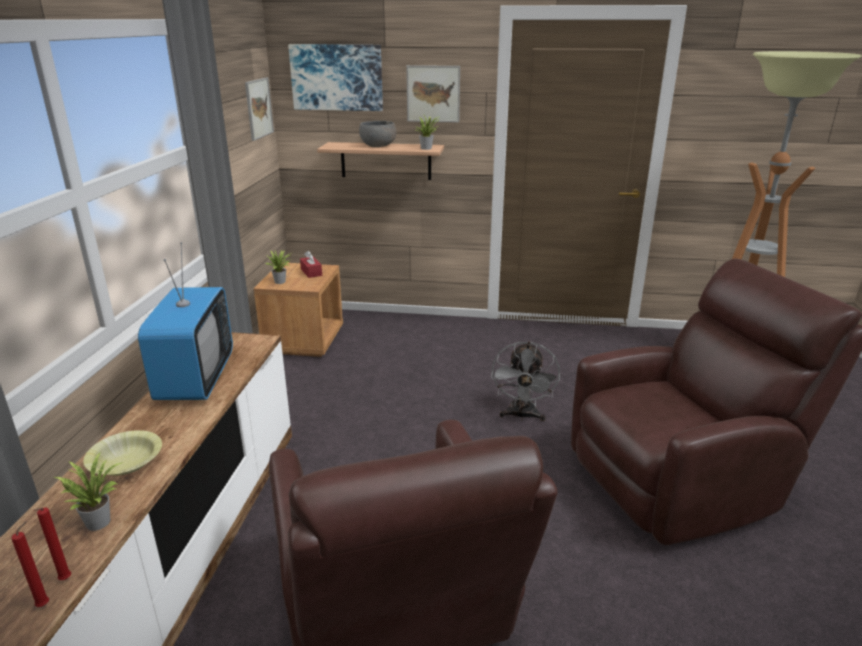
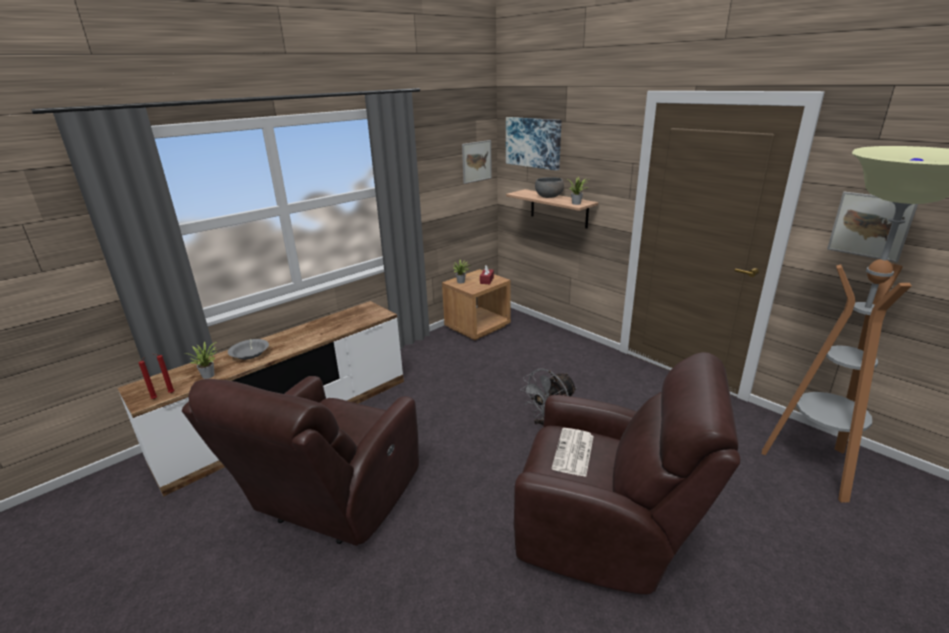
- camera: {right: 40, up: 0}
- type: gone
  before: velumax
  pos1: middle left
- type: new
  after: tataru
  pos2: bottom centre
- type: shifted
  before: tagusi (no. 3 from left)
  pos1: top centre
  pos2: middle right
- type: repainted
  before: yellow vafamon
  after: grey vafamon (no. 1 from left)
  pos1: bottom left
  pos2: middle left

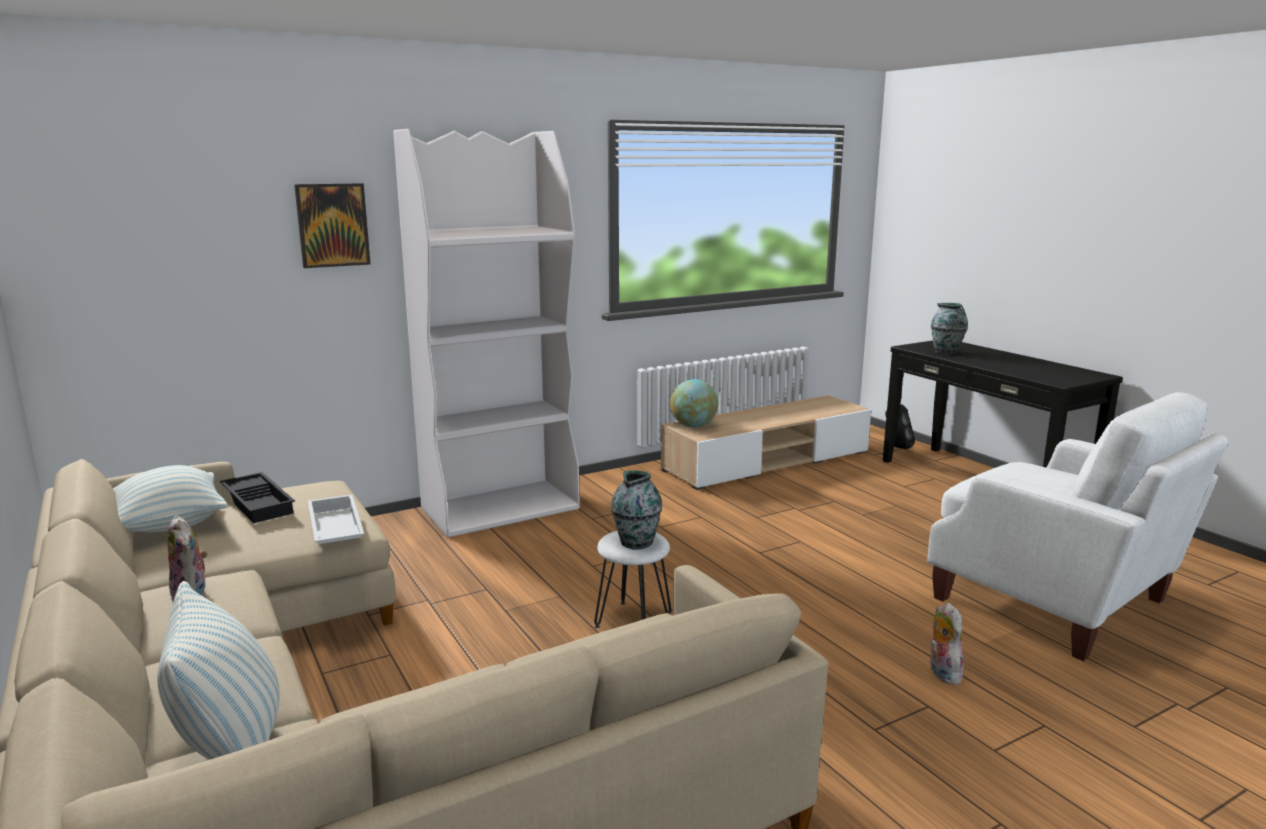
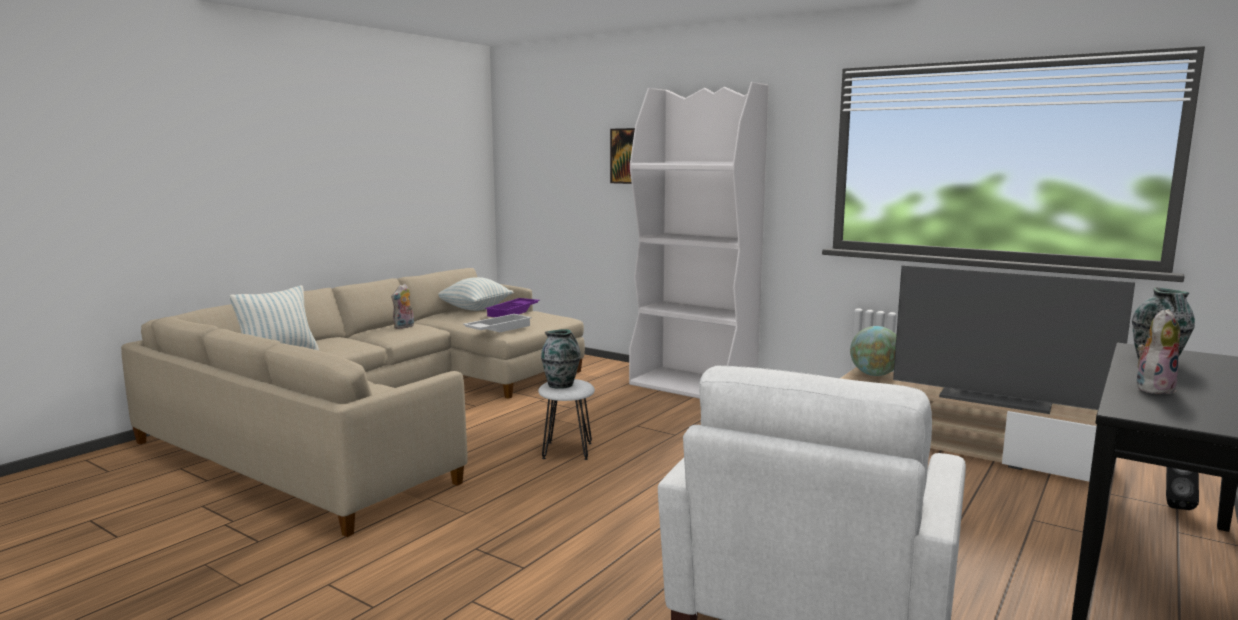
- camera: {right: 65, up: -5}
- type: new
  after: velumax
  pos2: middle right
- type: shifted
  before: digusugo (no. 2 from left)
  pos1: bottom right
  pos2: middle right
- type: repainted
  before: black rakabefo
  after: purple rakabefo
  pos1: middle left
  pos2: centre

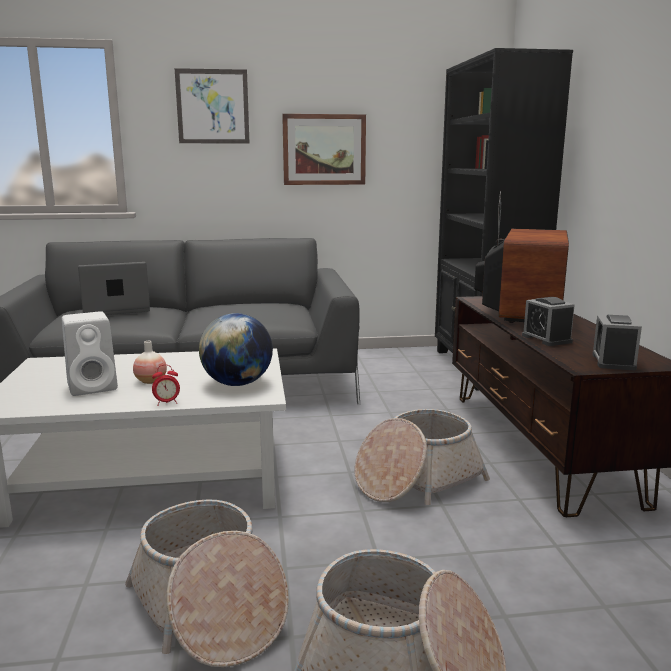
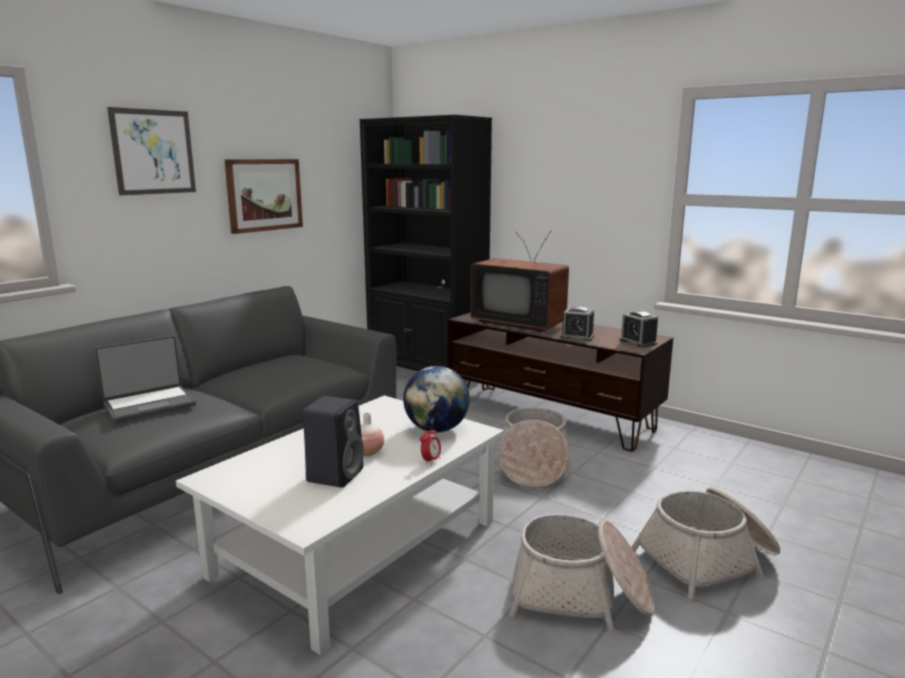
- camera: {right: -45, up: 0}
- type: repainted
  before: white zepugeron
  after: black zepugeron
  pos1: middle left
  pos2: centre
- type: rotated
  before: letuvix
  pos1: middle left
  pos2: middle left
  turn: -150
- type: rotated
  before: velumax
  pos1: middle right
  pos2: centre
  turn: 150

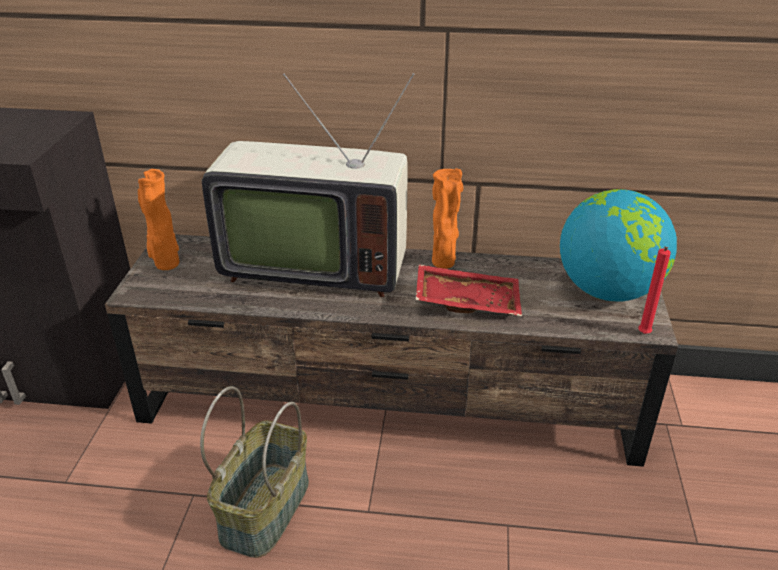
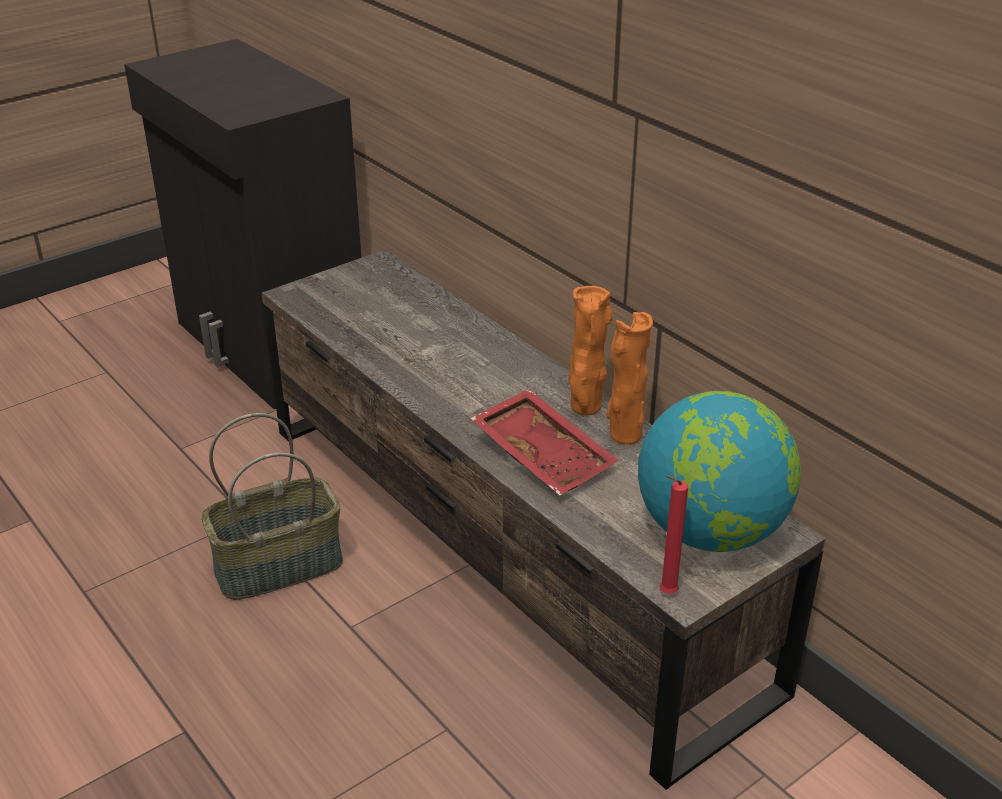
- camera: {right: 45, up: 0}
- type: gone
  before: velumax
  pos1: top centre
- type: shifted
  before: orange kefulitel (no. 1 from left in the first image)
  after: orange kefulitel (no. 2 from left)
  pos1: middle left
  pos2: centre

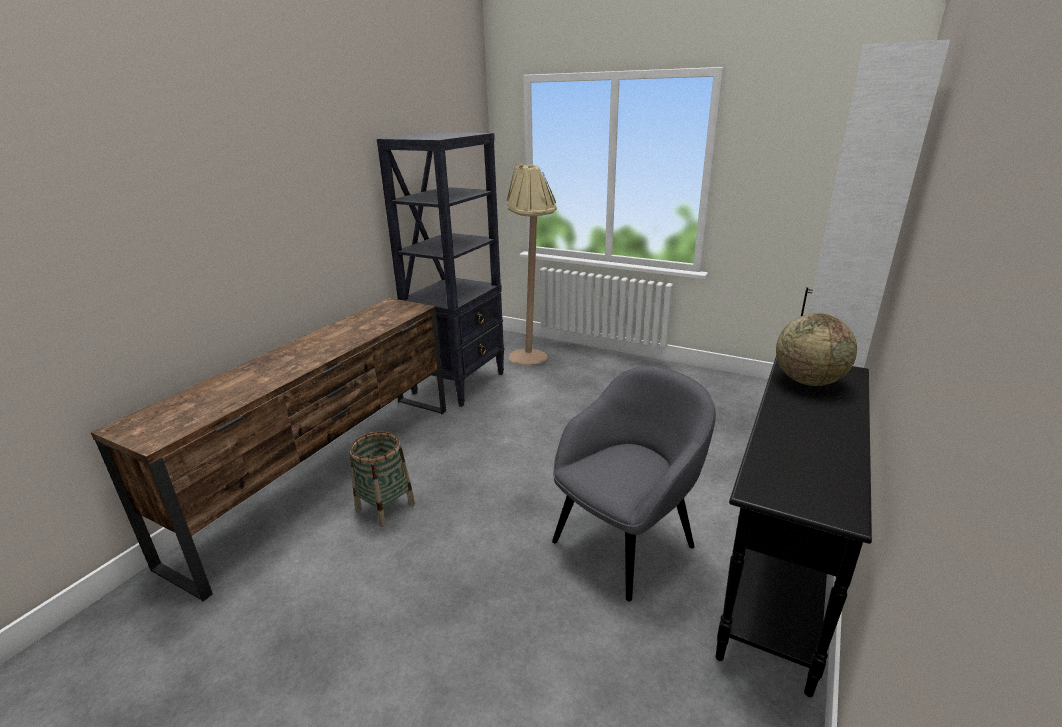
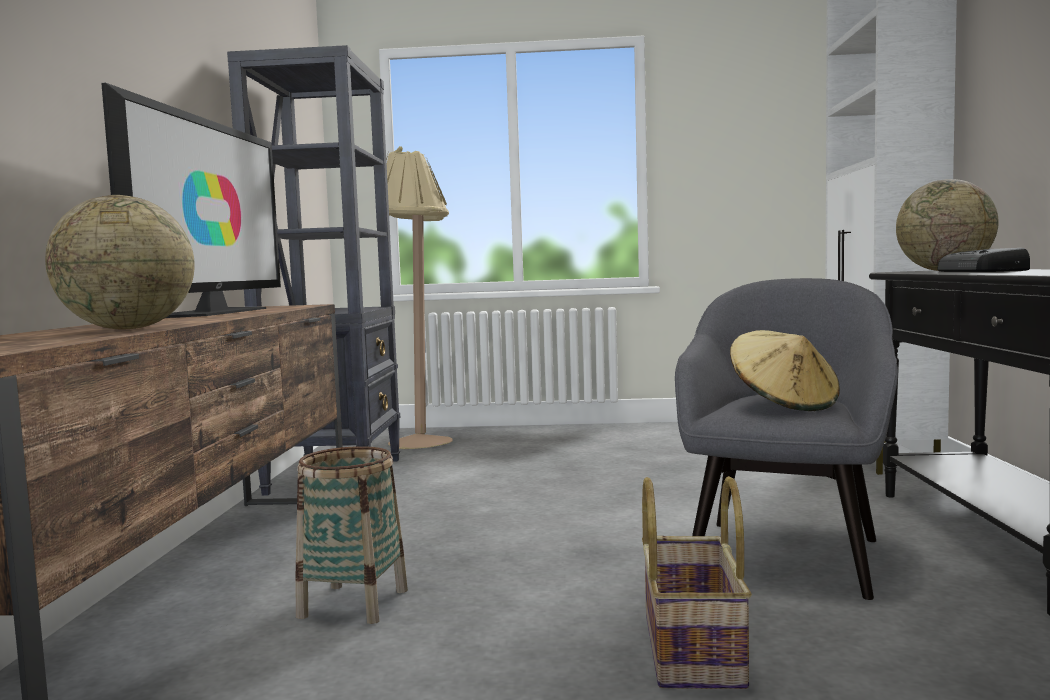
- camera: {right: -25, up: -20}
- type: new
  after: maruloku (no. 1 from left)
  pos2: middle left
- type: new
  after: velumax
  pos2: top left
- type: new
  after: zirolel (no. 2 from left)
  pos2: bottom centre
- type: new
  after: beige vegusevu
  pos2: middle right
- type: new
  after: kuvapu
  pos2: middle right

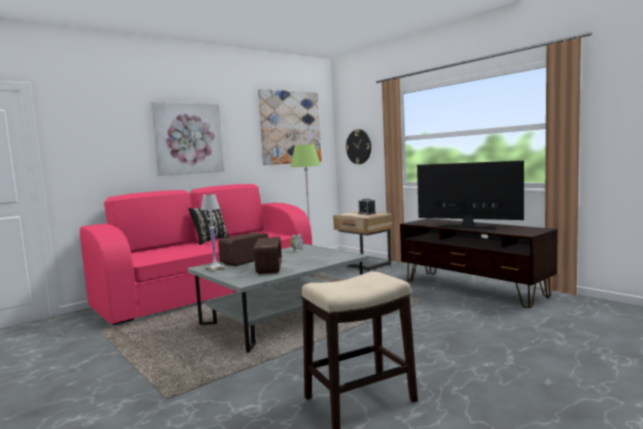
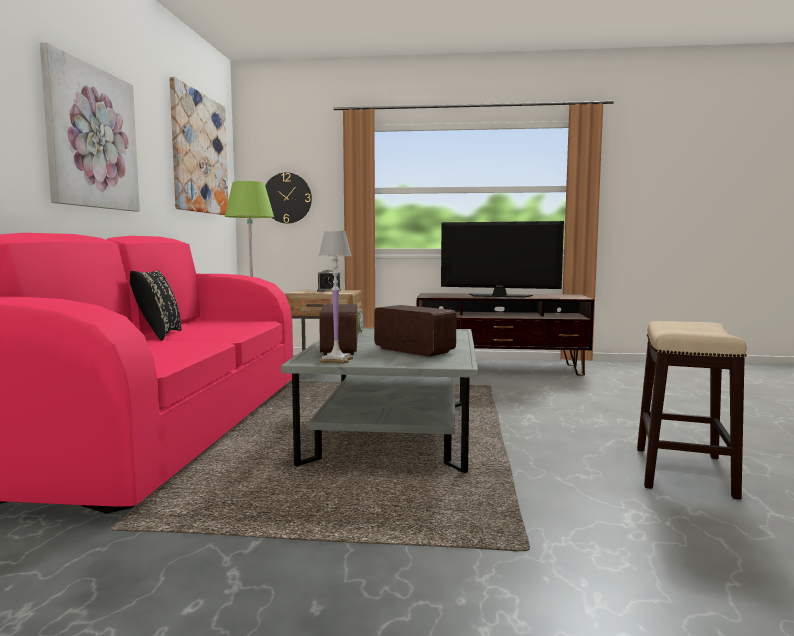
- camera: {right: -45, up: 0}
- type: rotated
  before: velumax
  pos1: middle right
  pos2: centre
  turn: -150

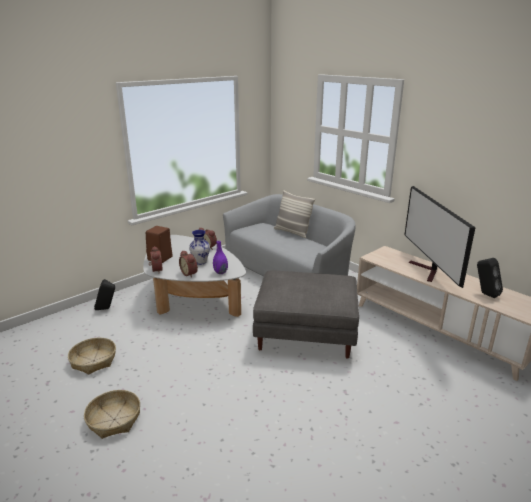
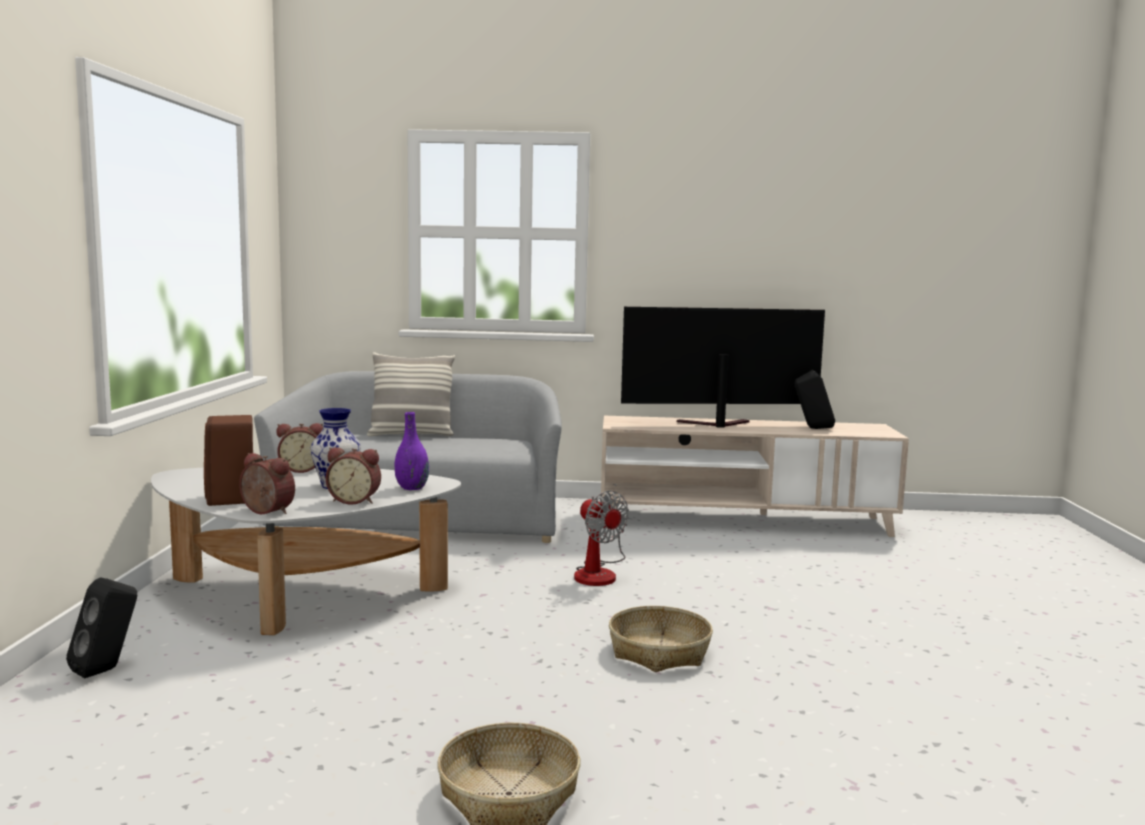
- camera: {right: -45, up: -15}
- type: shifted
  before: zirolel (no. 1 from left in the first image)
  after: zirolel (no. 2 from left)
  pos1: bottom left
  pos2: bottom centre
- type: swapped
  before: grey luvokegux
  after: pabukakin
  pos1: centre
  pos2: centre
- type: rotated
  before: velumax
  pos1: middle right
  pos2: centre
  turn: 135

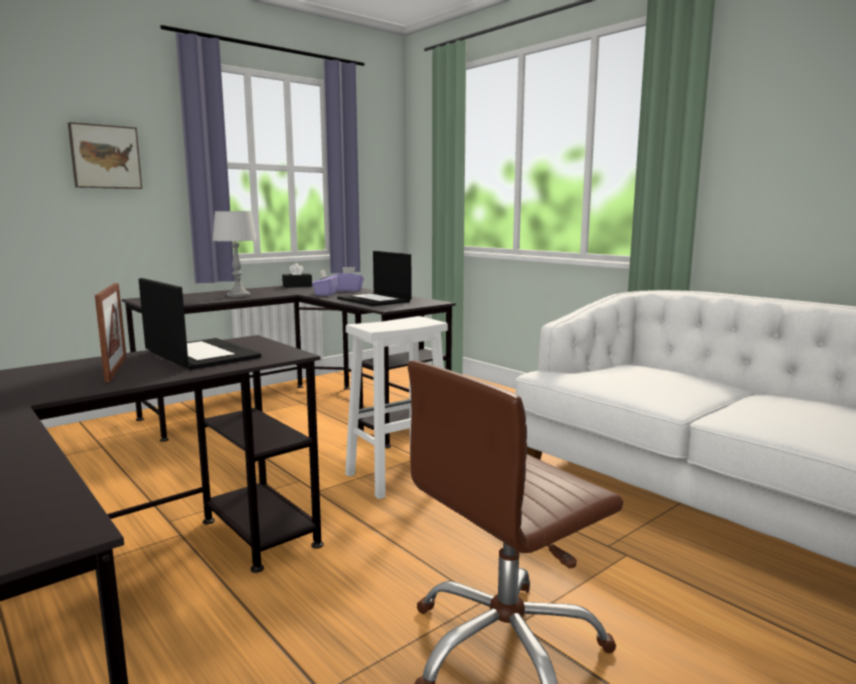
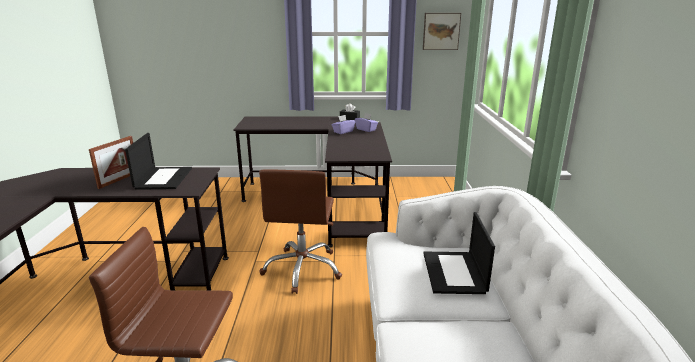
- camera: {right: 40, up: 10}
- type: gone
  before: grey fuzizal
  pos1: middle left
- type: shifted
  before: tagusi
  pos1: top left
  pos2: top centre
- type: shifted
  before: letuvix (no. 2 from left)
  pos1: centre
  pos2: bottom centre
- type: swapped
  before: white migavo
  after: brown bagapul (no. 2 from left)
  pos1: centre
  pos2: centre

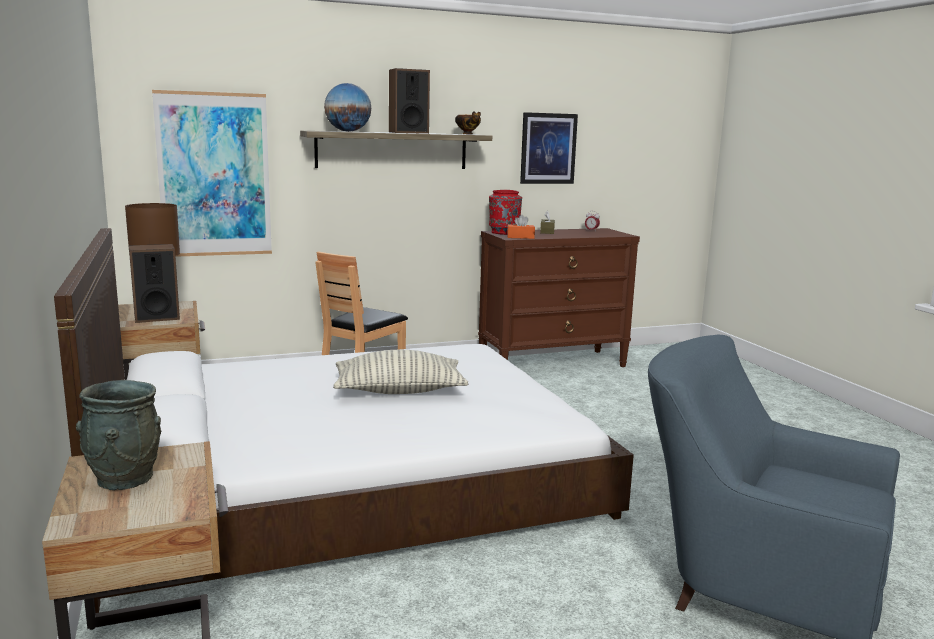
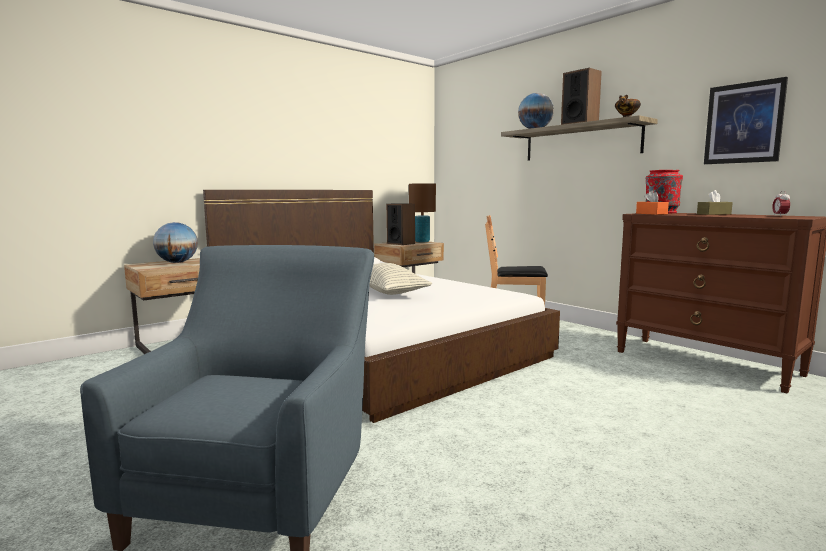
- camera: {right: 70, up: -5}
- type: gone
  before: tagusi (no. 1 from left)
  pos1: top left
- type: swapped
  before: grey kefulitel
  after: maruloku (no. 1 from left)
  pos1: bottom left
  pos2: middle left

